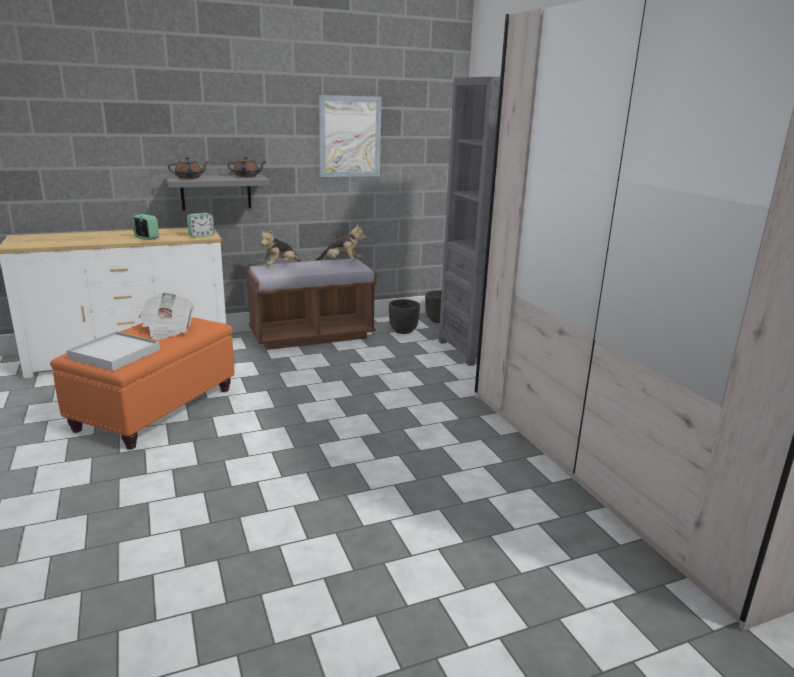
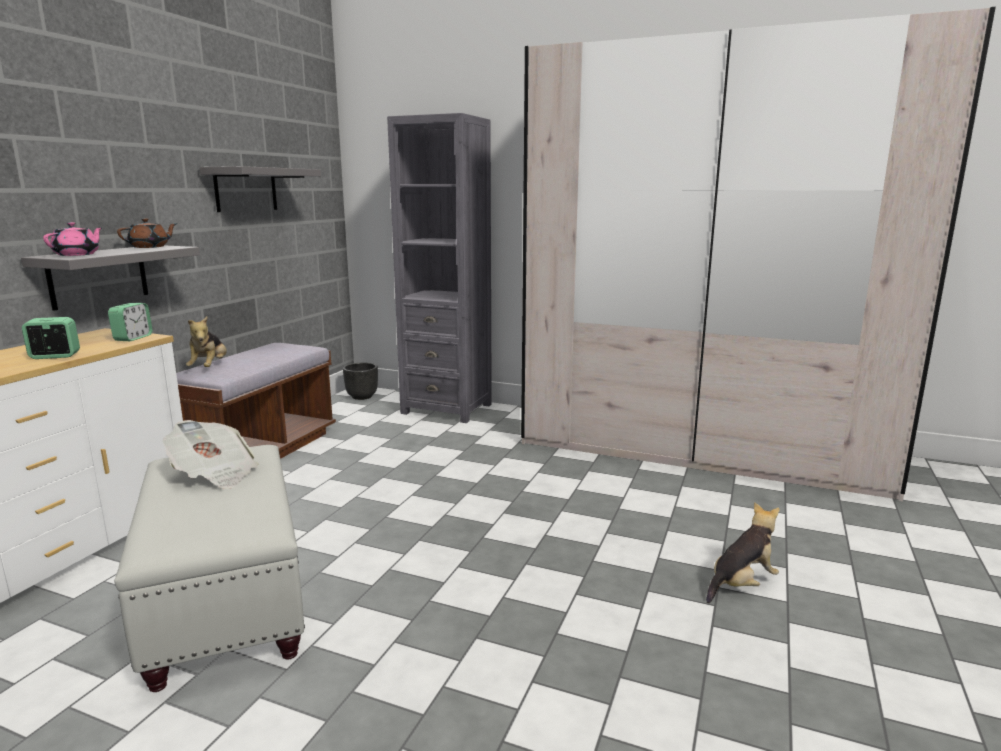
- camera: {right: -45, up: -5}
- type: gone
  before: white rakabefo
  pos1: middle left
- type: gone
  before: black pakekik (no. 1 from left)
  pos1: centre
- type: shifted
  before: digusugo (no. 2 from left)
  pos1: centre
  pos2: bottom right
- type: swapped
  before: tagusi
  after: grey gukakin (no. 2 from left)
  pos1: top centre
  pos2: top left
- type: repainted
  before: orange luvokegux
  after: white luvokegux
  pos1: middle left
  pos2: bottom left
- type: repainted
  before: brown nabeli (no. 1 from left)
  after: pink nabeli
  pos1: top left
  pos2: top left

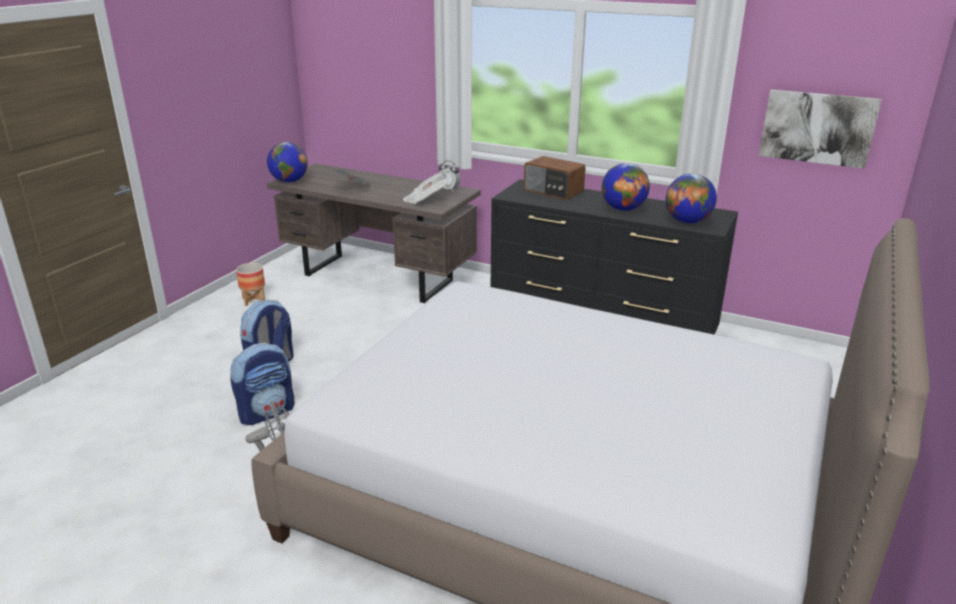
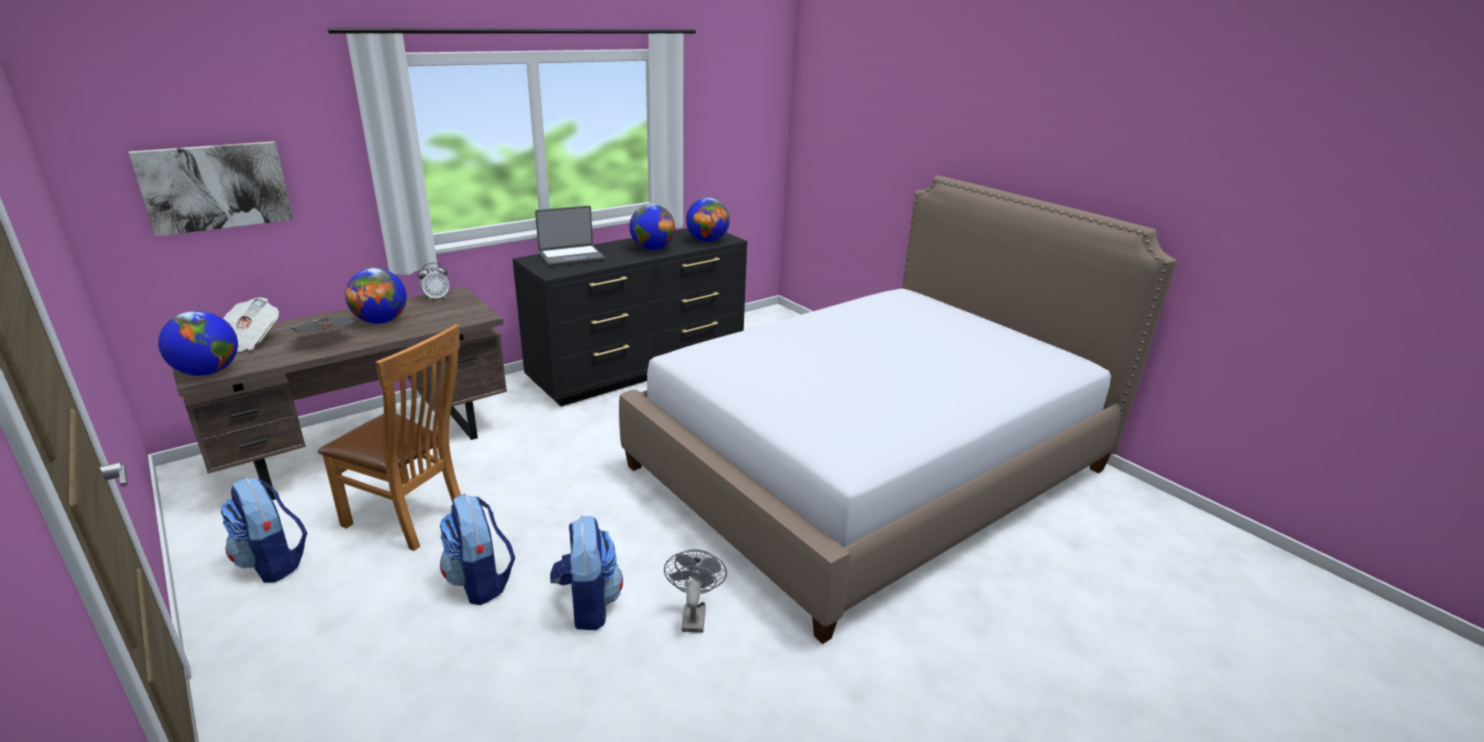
- camera: {right: -65, up: 0}
- type: new
  after: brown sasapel
  pos2: middle left
- type: new
  after: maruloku (no. 2 from left)
  pos2: middle left
- type: shifted
  before: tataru (no. 2 from left in the first image)
  after: tataru (no. 1 from left)
  pos1: top centre
  pos2: middle left
- type: shifted
  before: tagusi
  pos1: top right
  pos2: top left
- type: swapped
  before: pakekik
  after: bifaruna (no. 1 from left)
  pos1: middle left
  pos2: bottom left
- type: swapped
  before: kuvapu
  after: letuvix
  pos1: top centre
  pos2: top centre

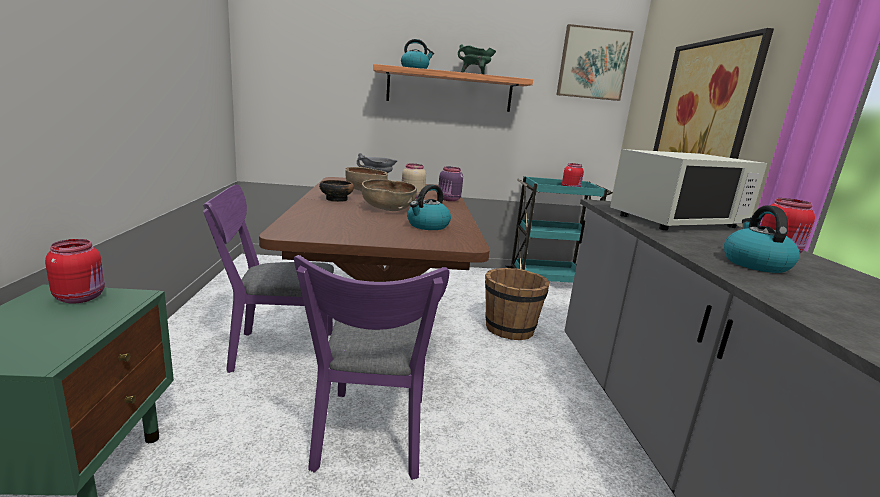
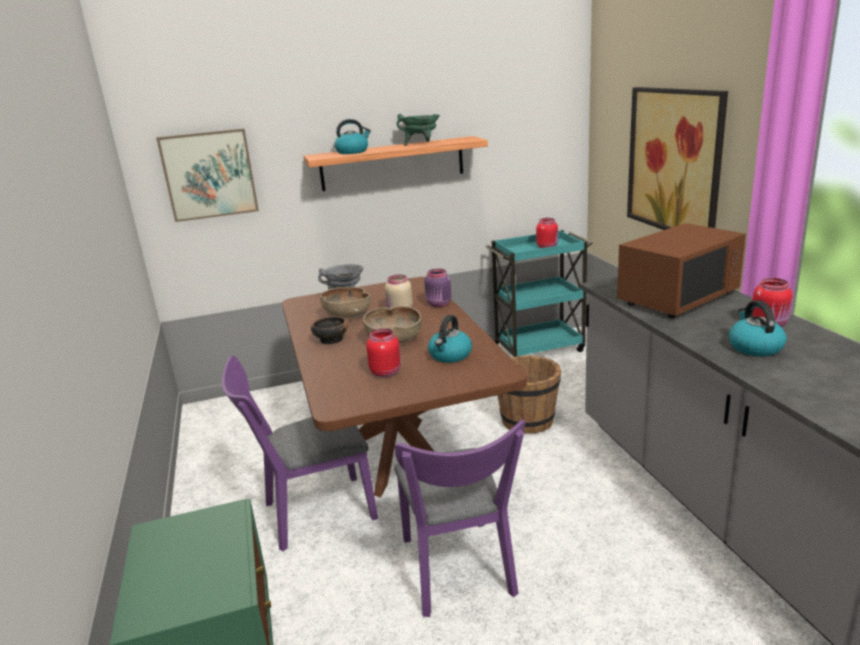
- camera: {right: -10, up: 5}
- type: shifted
  before: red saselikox (no. 1 from left)
  pos1: middle left
  pos2: centre
- type: shifted
  before: tagusi (no. 1 from left)
  pos1: top right
  pos2: top left
- type: repainted
  before: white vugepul
  after: brown vugepul
  pos1: middle right
  pos2: middle right

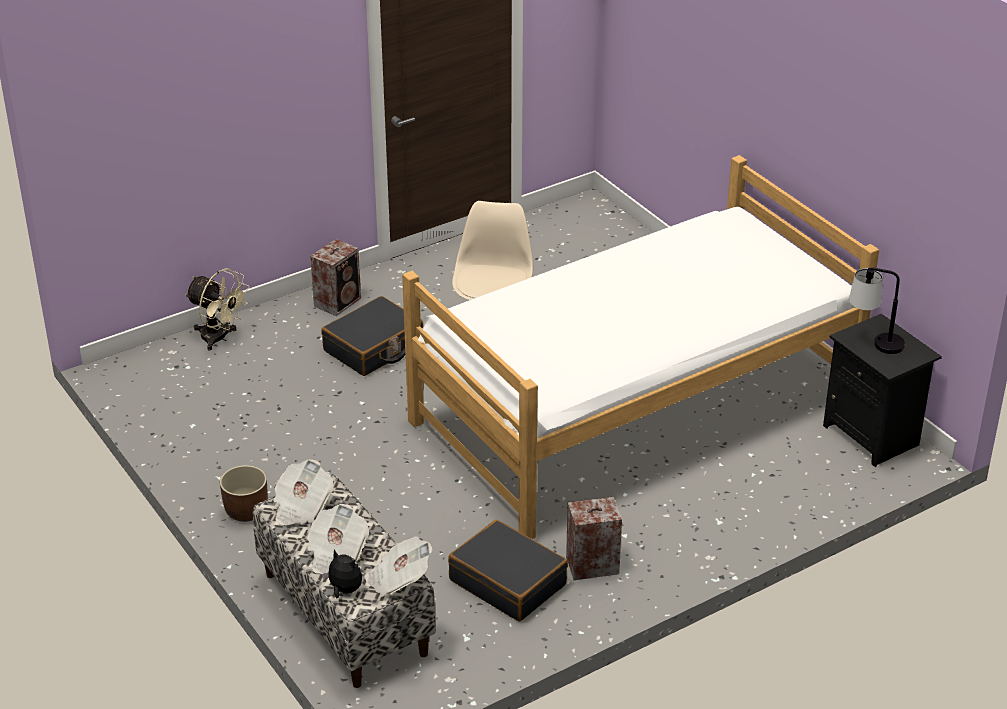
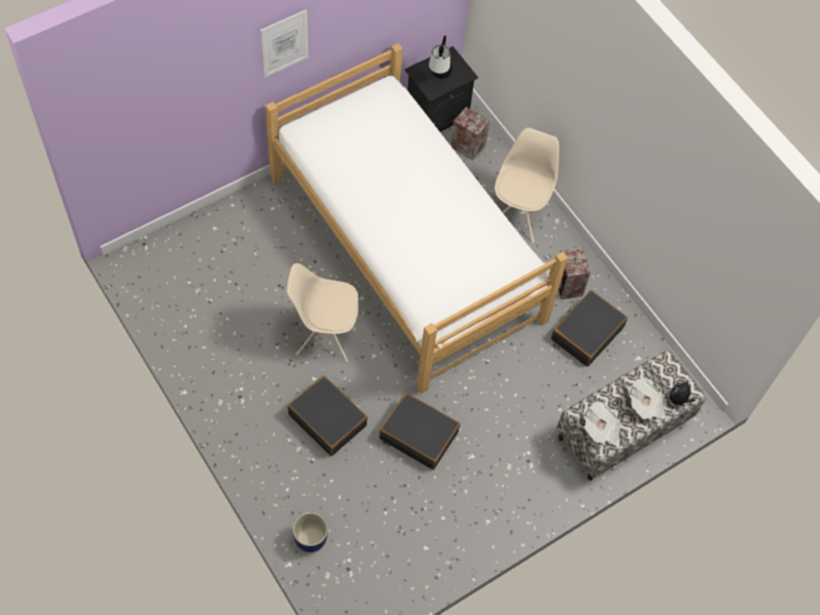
- camera: {right: -95, up: 25}
- type: gone
  before: brown pakekik
  pos1: bottom left
- type: gone
  before: tataru (no. 3 from left)
  pos1: bottom centre
- type: new
  after: tagusi
  pos2: top centre
- type: new
  after: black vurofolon (no. 2 from left)
  pos2: bottom centre
- type: new
  after: beige sasapel (no. 2 from left)
  pos2: top centre
- type: shifted
  before: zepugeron (no. 1 from left)
  pos1: middle left
  pos2: top centre
- type: swapped
  before: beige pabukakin
  after: blue pakekik
  pos1: middle left
  pos2: bottom centre

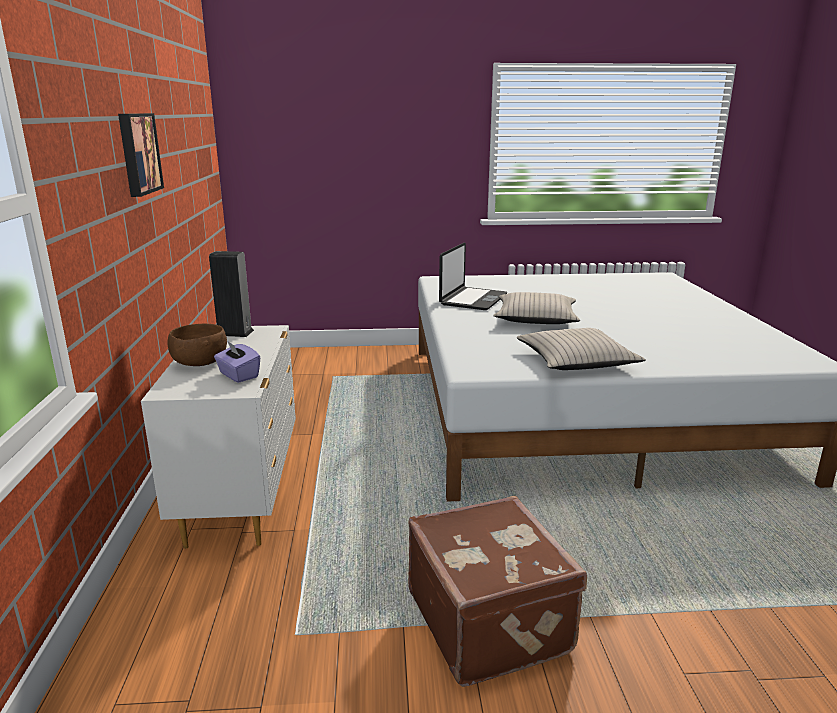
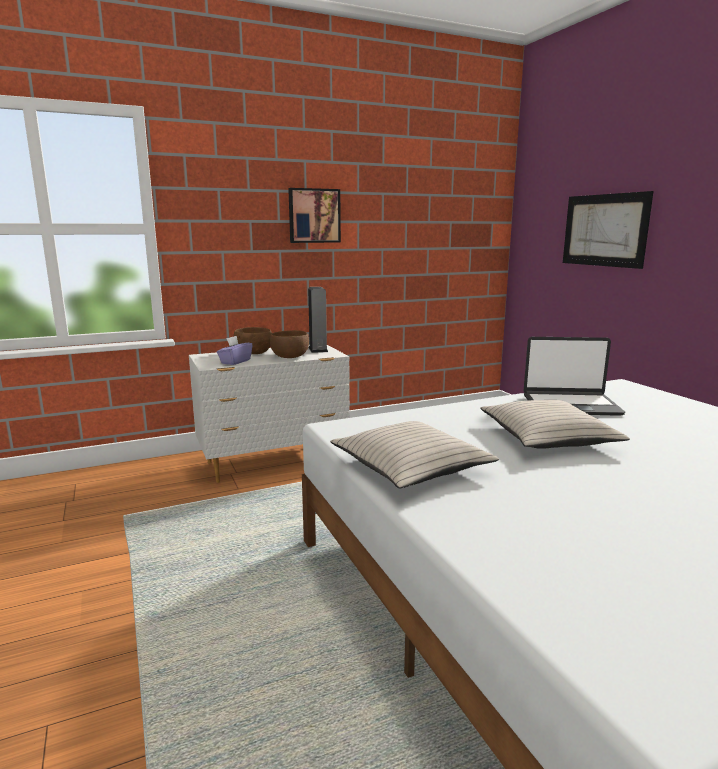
- camera: {right: 70, up: -5}
- type: gone
  before: brown vurofolon
  pos1: bottom centre
- type: new
  after: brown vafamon (no. 2 from left)
  pos2: centre
- type: new
  after: tagusi (no. 2 from left)
  pos2: top right

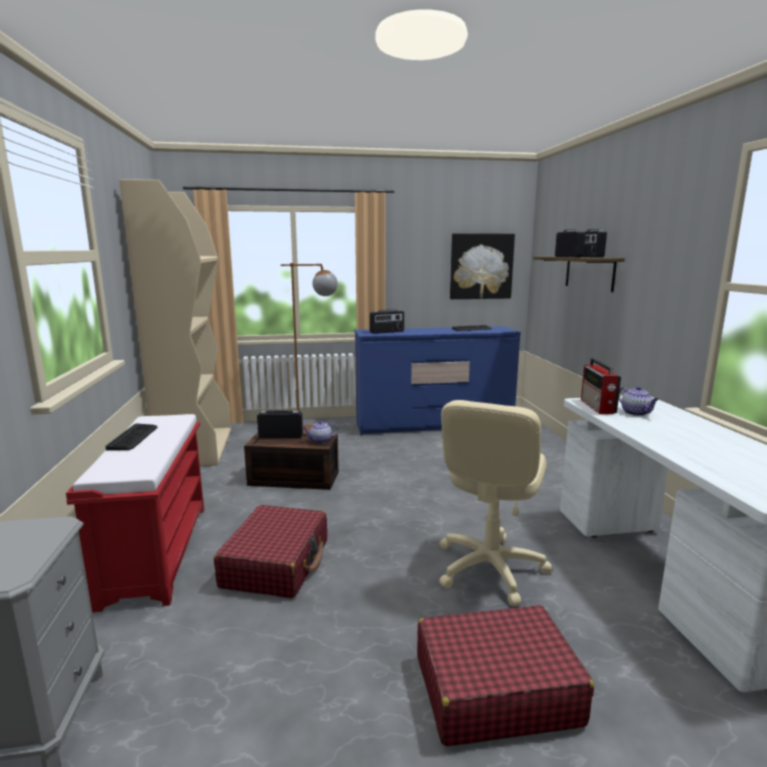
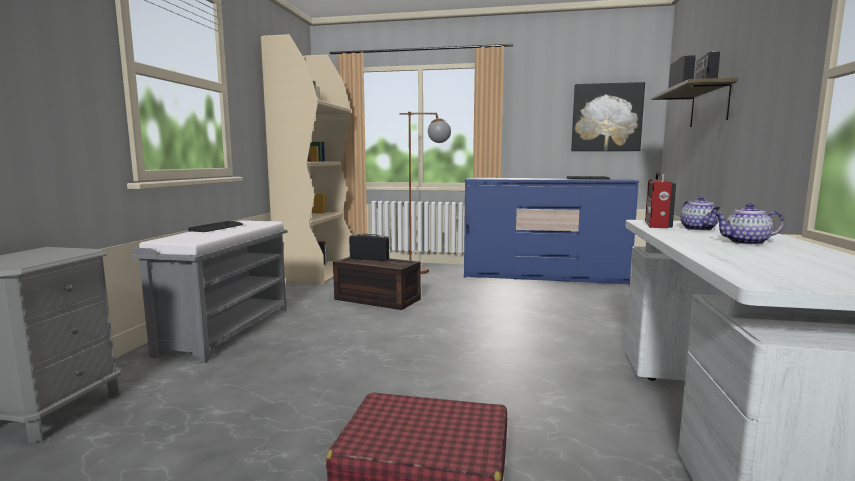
- camera: {right: 20, up: -5}
- type: gone
  before: red vurofolon (no. 1 from left)
  pos1: bottom centre
- type: gone
  before: kuvapu (no. 2 from left)
  pos1: centre
- type: gone
  before: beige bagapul
  pos1: centre
- type: shifted
  before: nabeli (no. 1 from left in the first image)
  after: nabeli (no. 2 from left)
  pos1: centre
  pos2: middle right
- type: repainted
  before: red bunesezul
  after: grey bunesezul
  pos1: bottom left
  pos2: middle left

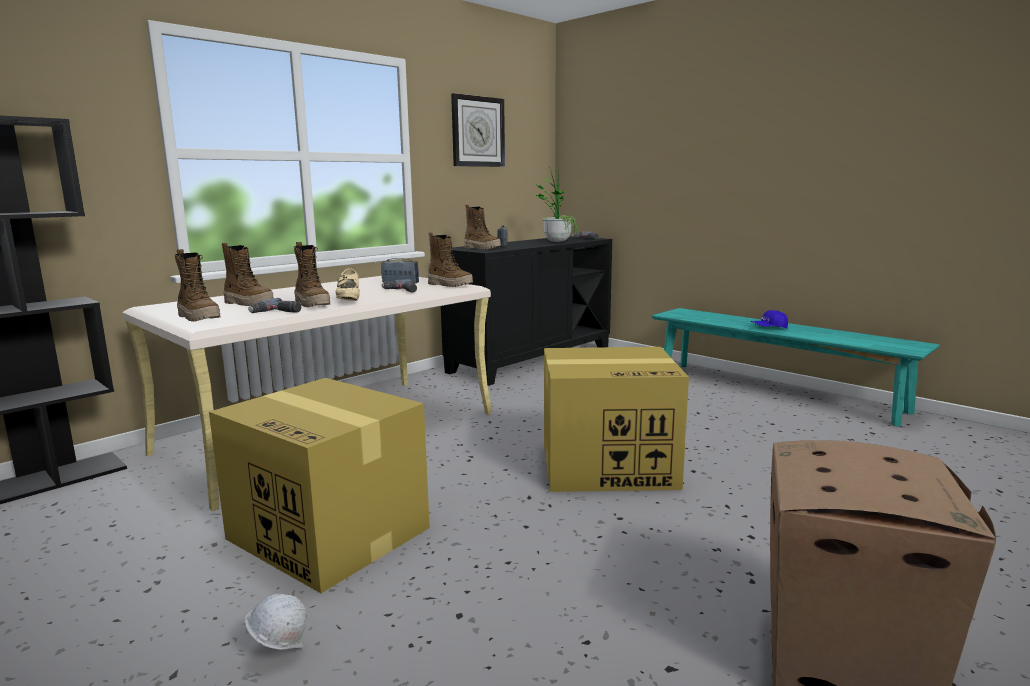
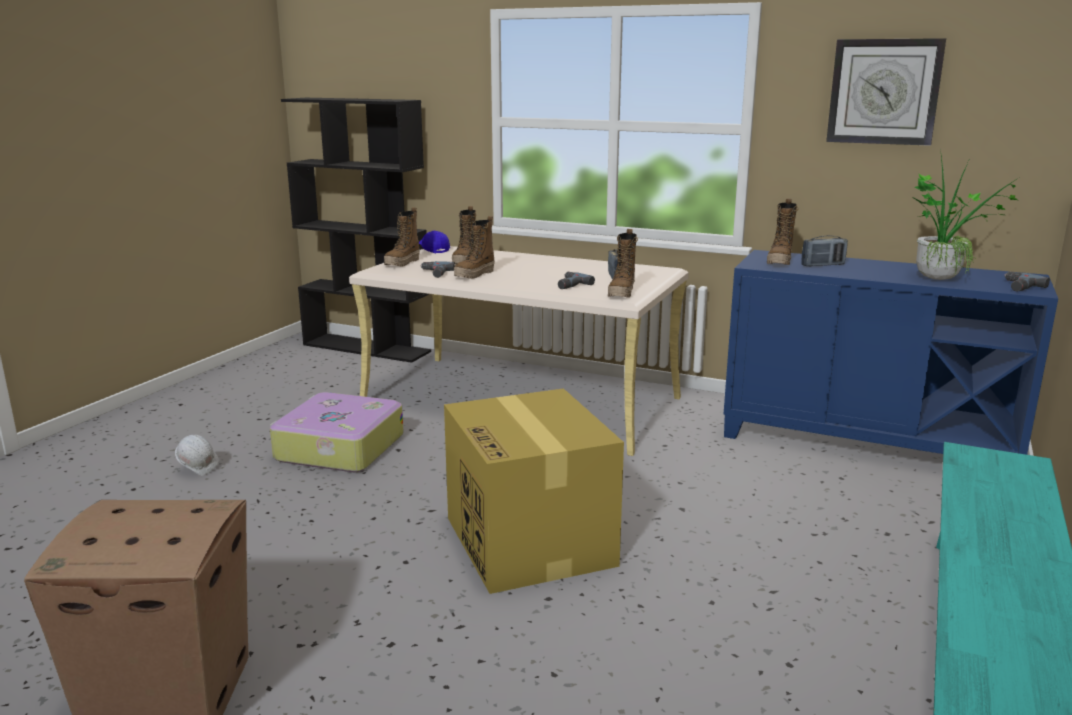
- camera: {right: 70, up: 5}
- type: gone
  before: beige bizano
  pos1: centre
- type: shifted
  before: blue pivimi
  pos1: middle right
  pos2: centre
- type: swapped
  before: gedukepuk (no. 1 from left)
  after: vurofolon
  pos1: bottom left
  pos2: middle left
- type: repainted
  before: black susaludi
  after: blue susaludi
  pos1: centre
  pos2: middle right

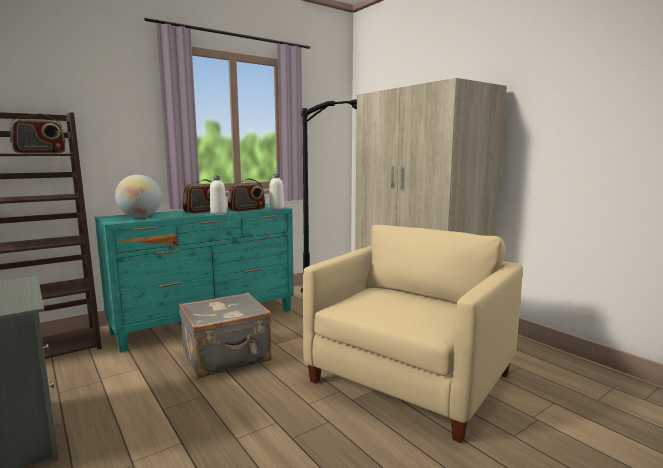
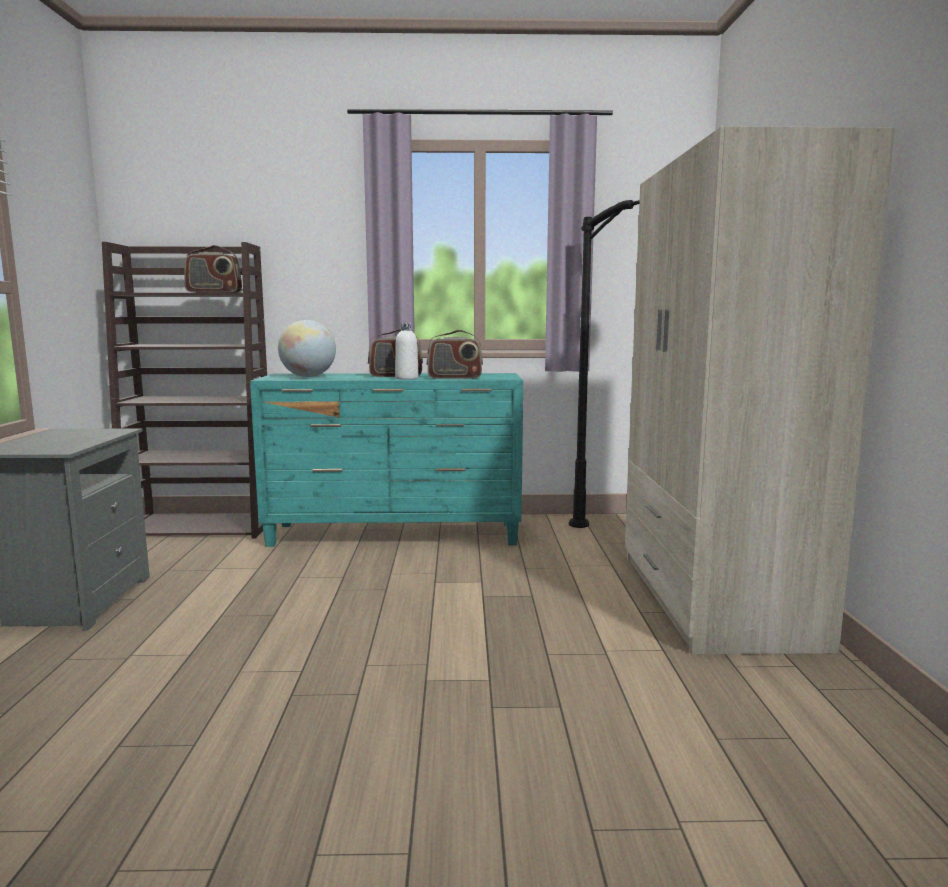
- camera: {right: 35, up: 0}
- type: gone
  before: grey vurofolon
  pos1: bottom centre
- type: gone
  before: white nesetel (no. 2 from left)
  pos1: centre
- type: gone
  before: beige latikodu
  pos1: bottom centre

